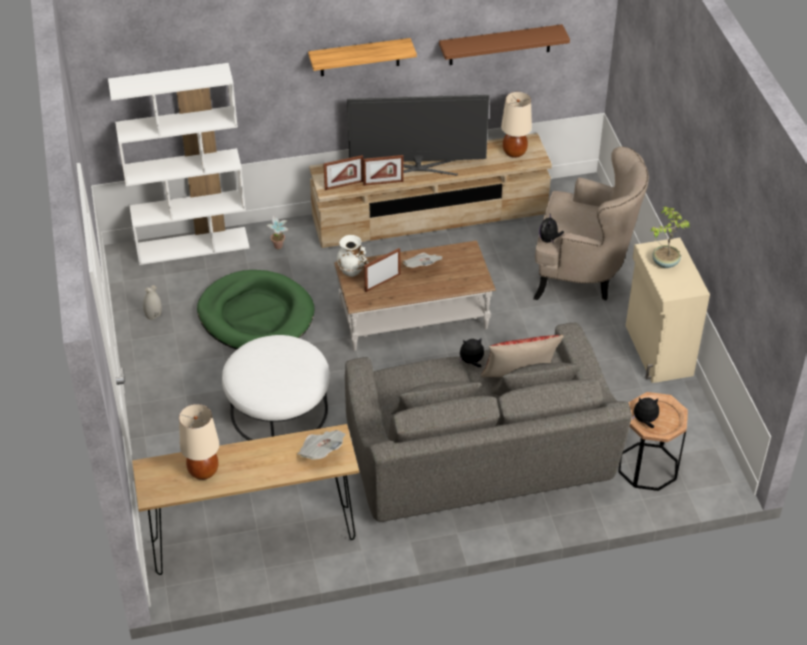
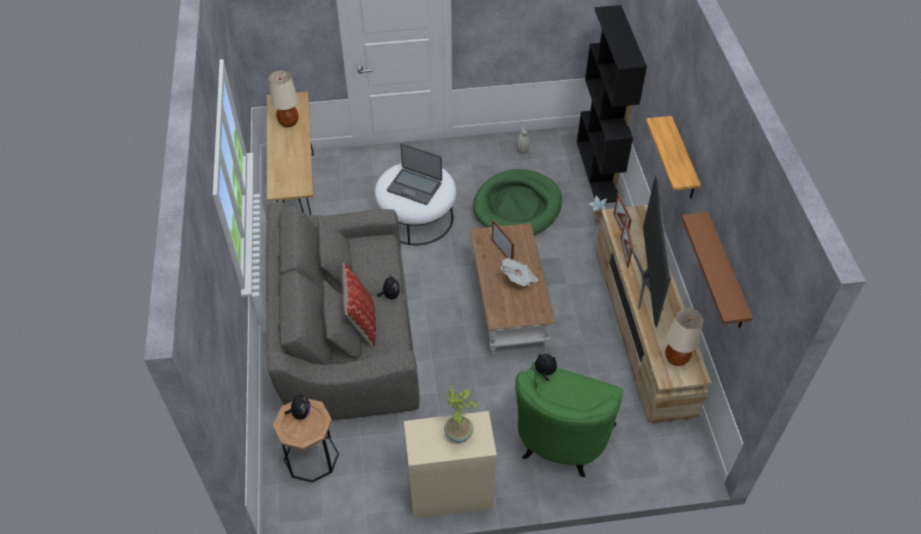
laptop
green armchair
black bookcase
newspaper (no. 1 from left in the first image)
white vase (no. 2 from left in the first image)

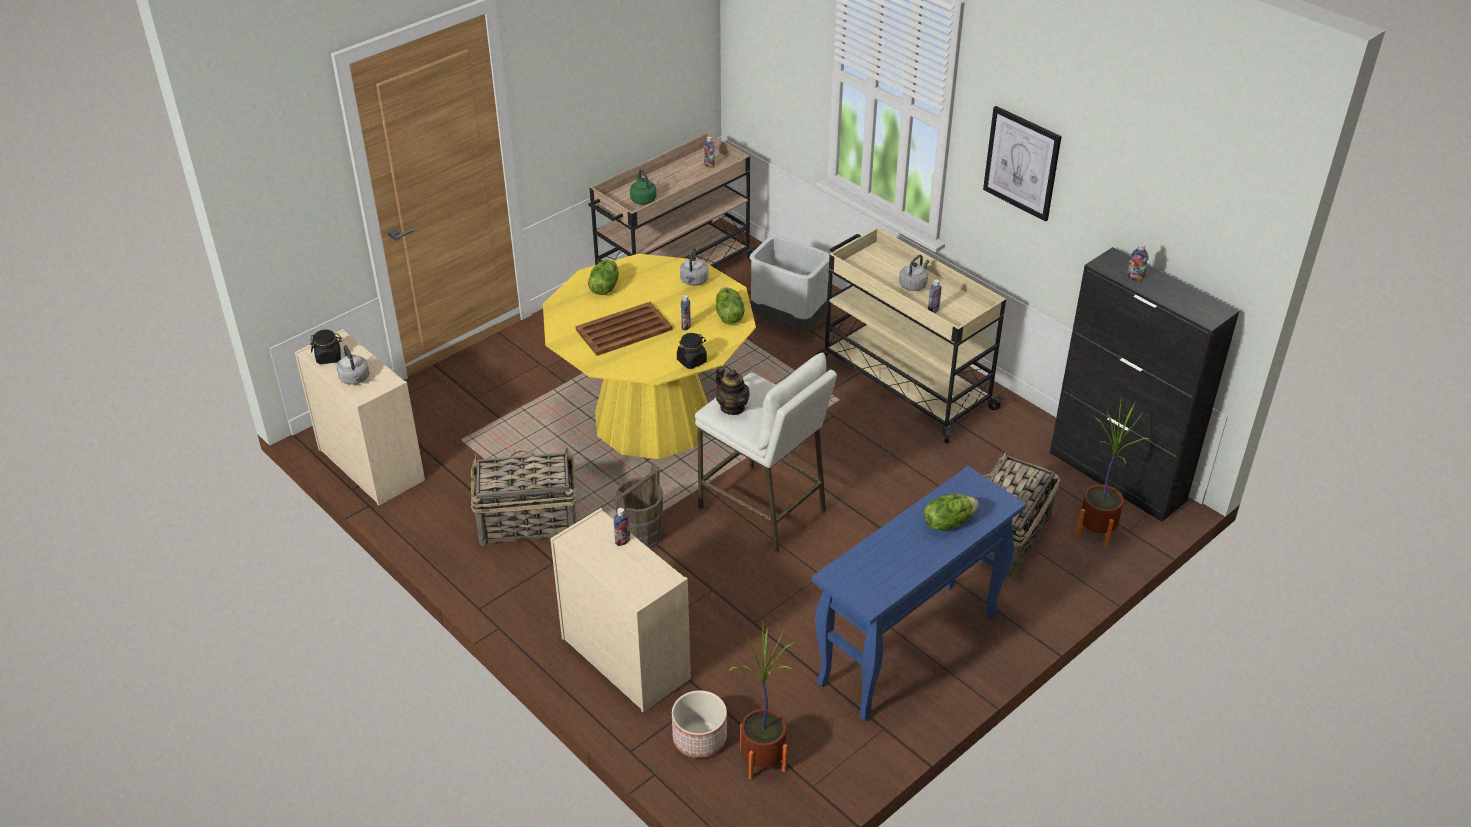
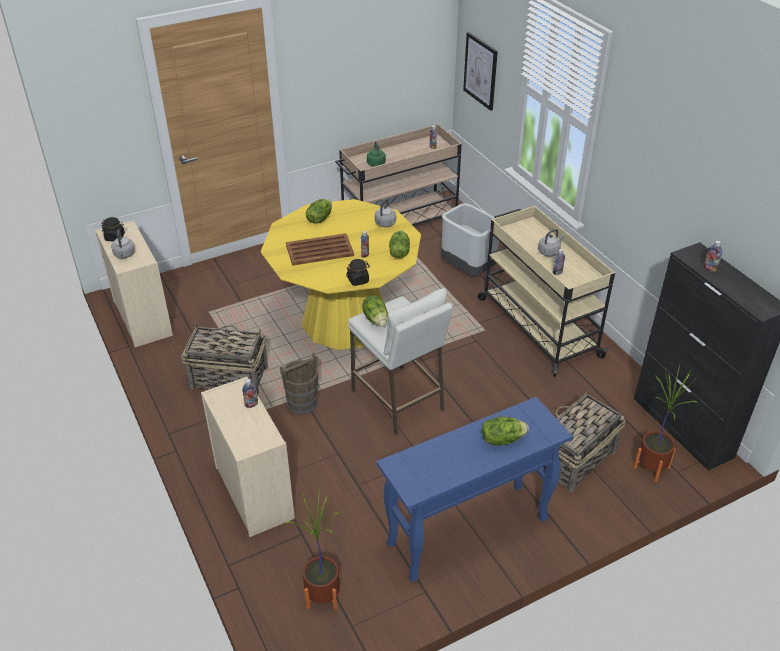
lettuce (no. 2 from left)
picture
planter

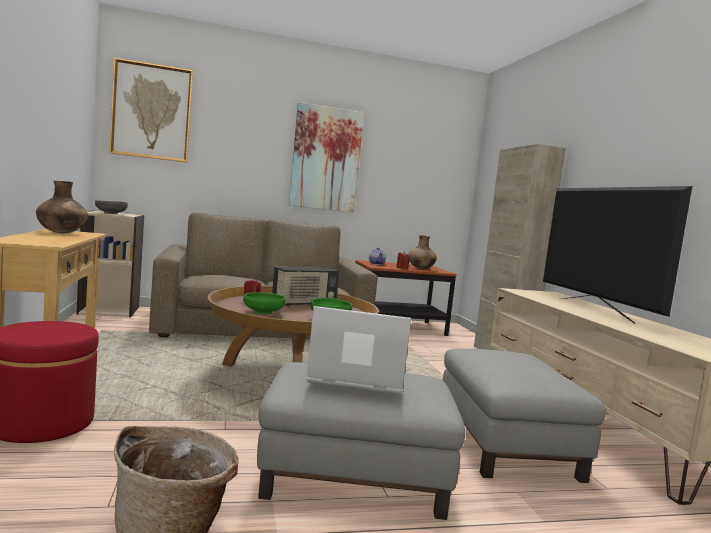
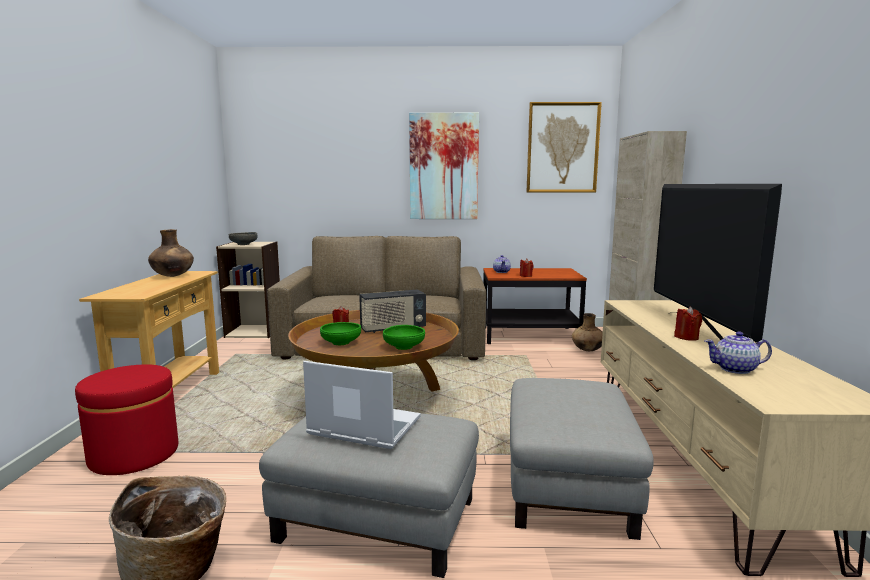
picture (no. 2 from left)
brown vase (no. 2 from left)
red candle (no. 3 from left)
teapot (no. 2 from left)

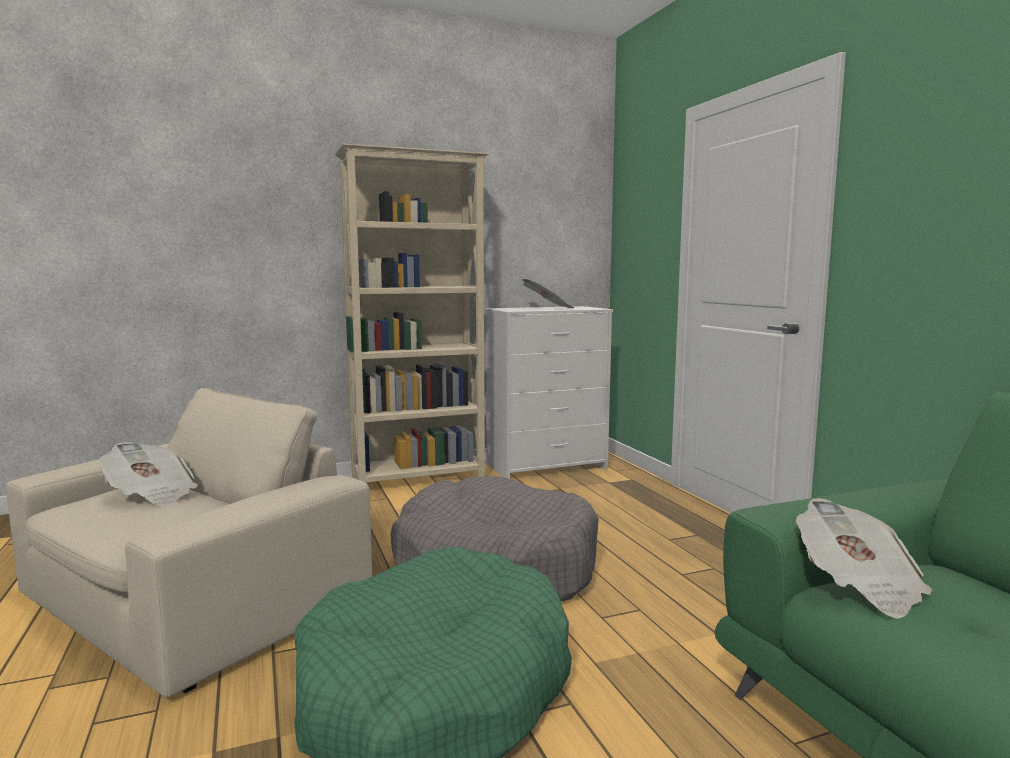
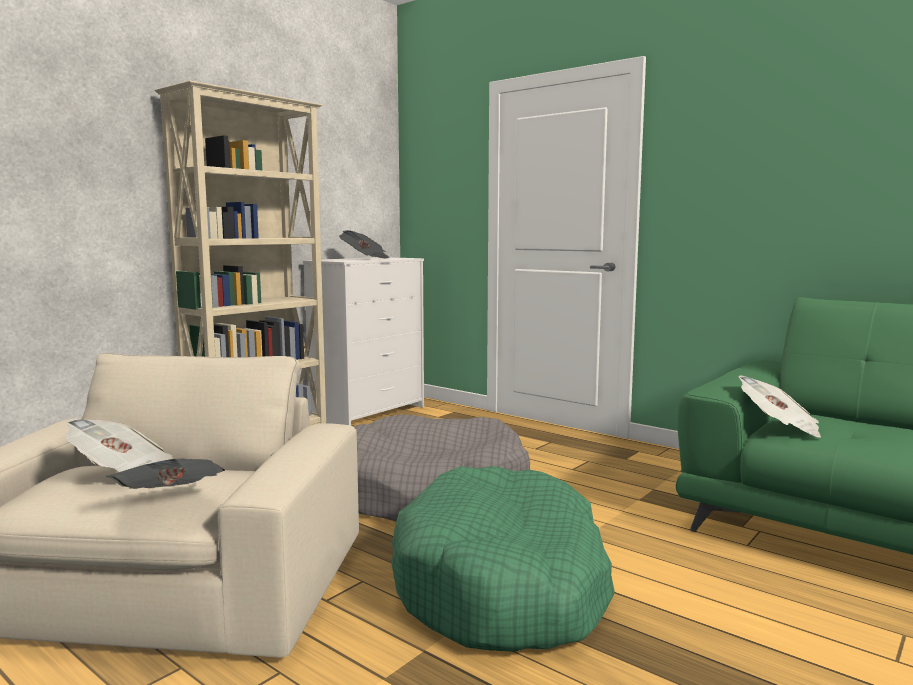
newspaper (no. 2 from left)

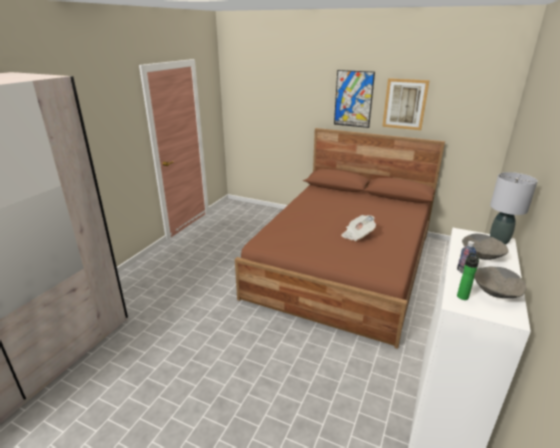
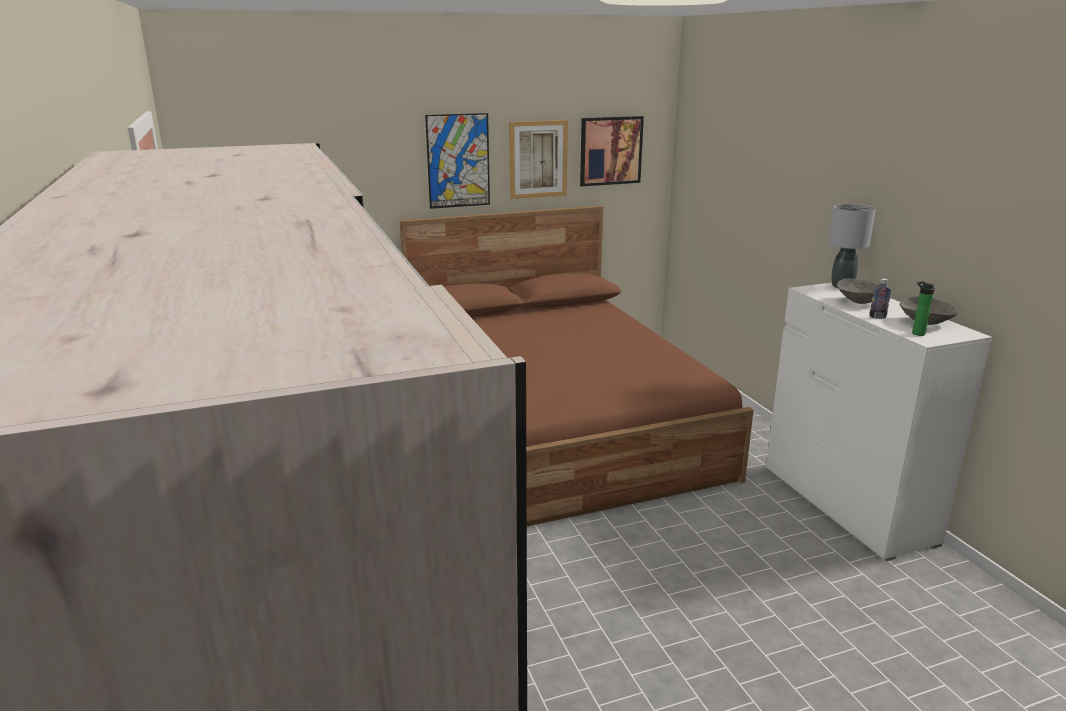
picture (no. 3 from left)
newspaper

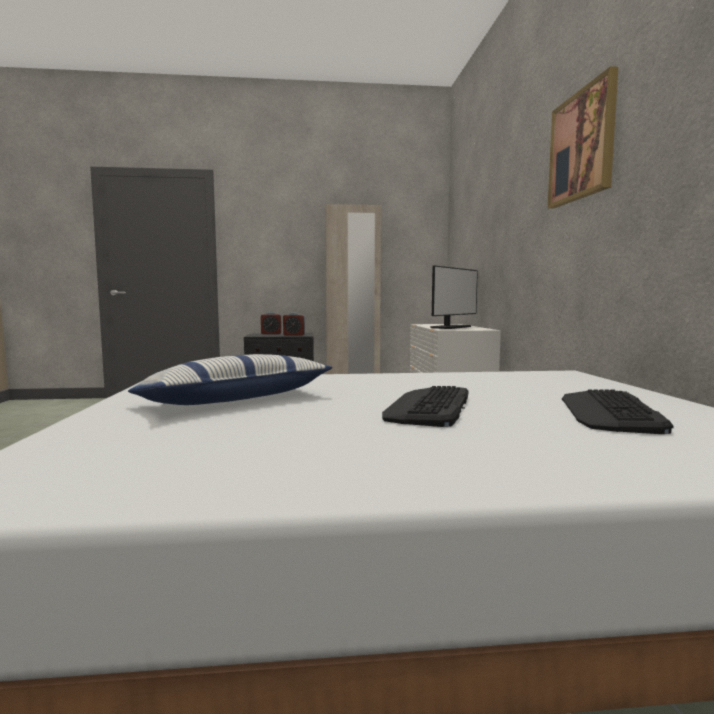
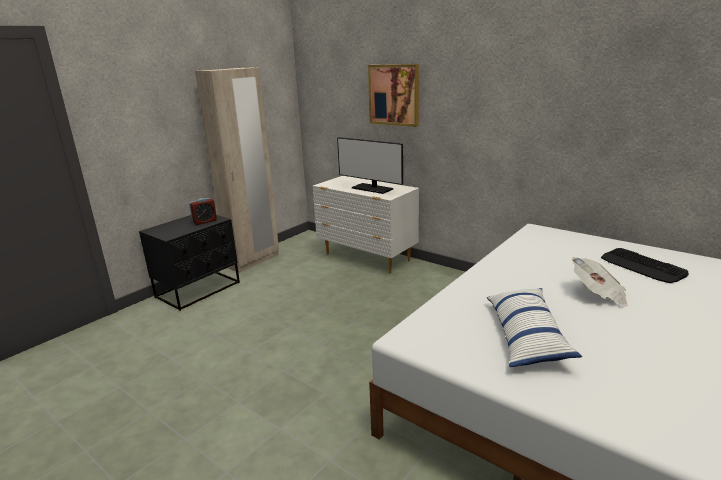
monitor
picture
newspaper
alarm clock (no. 1 from left in the first image)

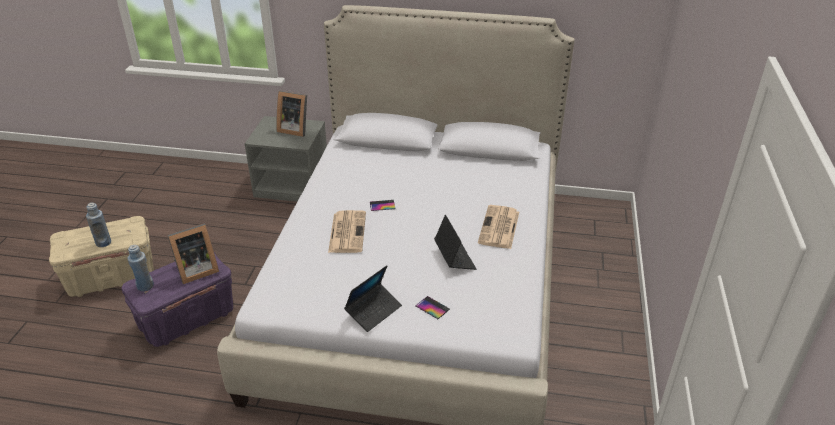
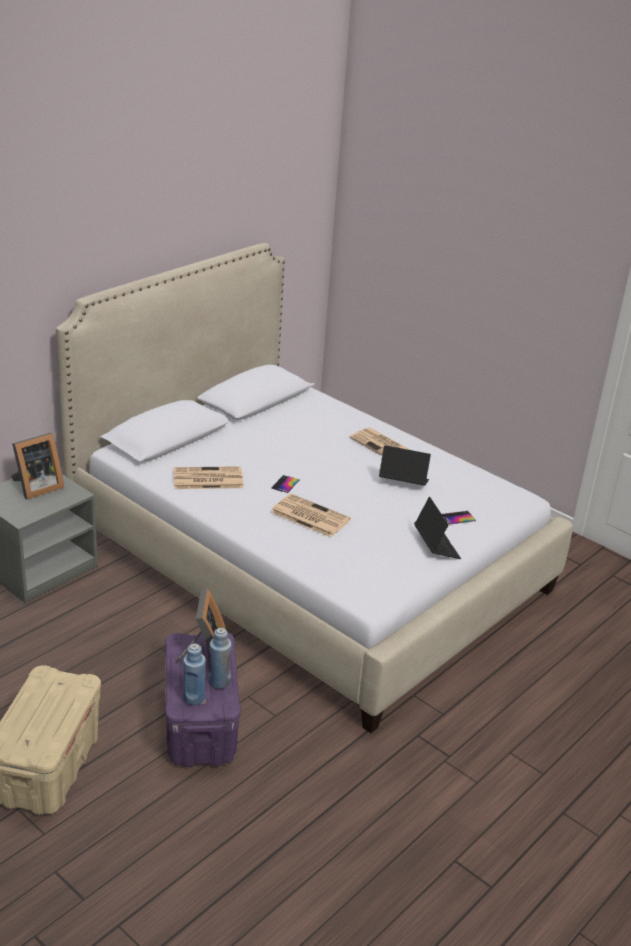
newspaper (no. 1 from left)
blue bottle (no. 2 from left)

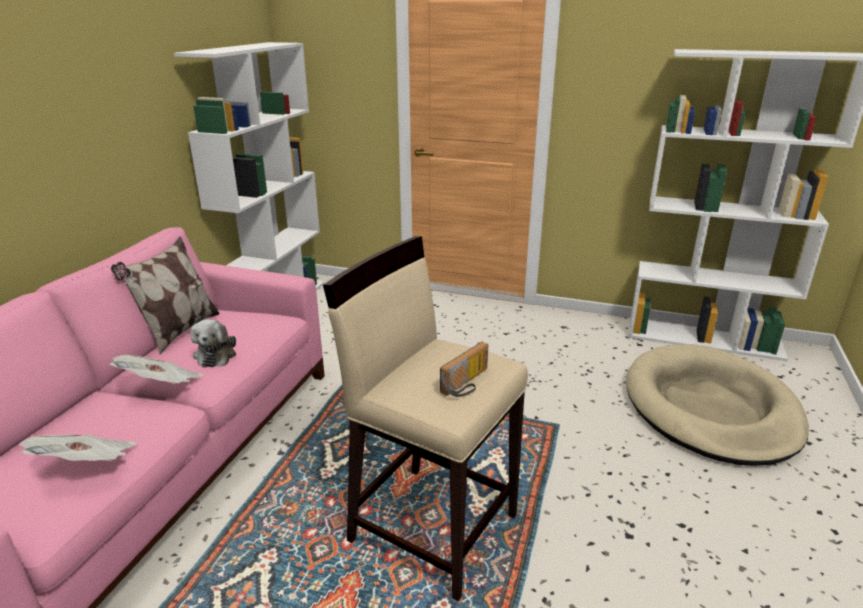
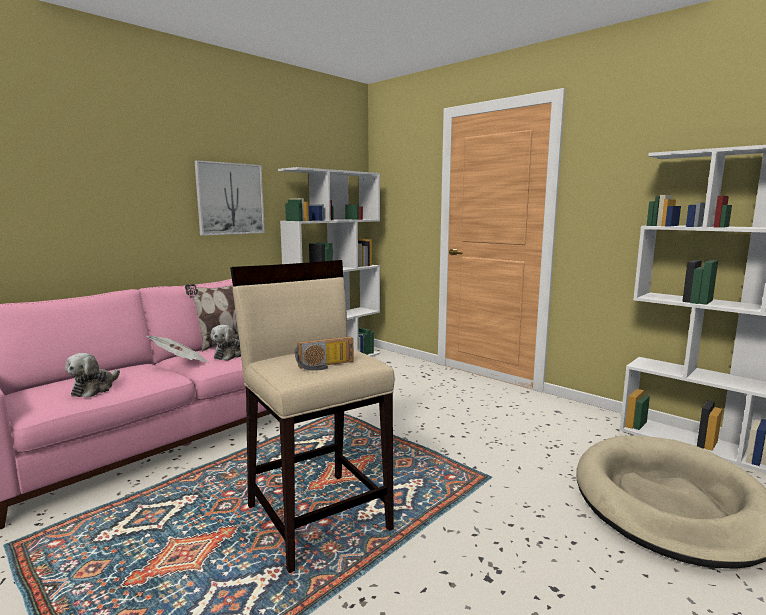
plush toy (no. 1 from left)
picture

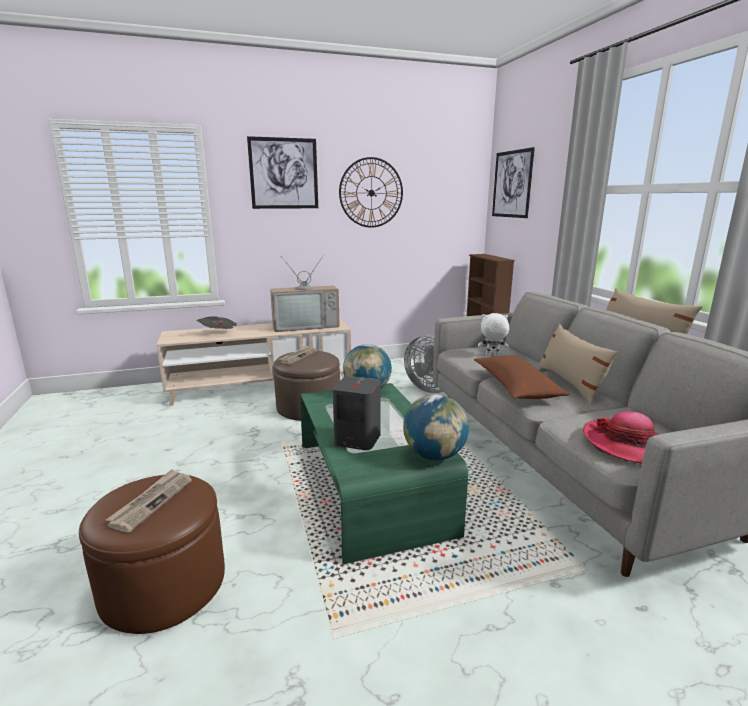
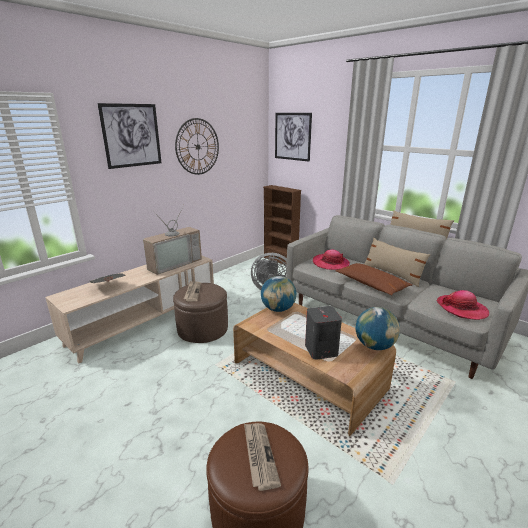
brown coffee table
hat (no. 1 from left)

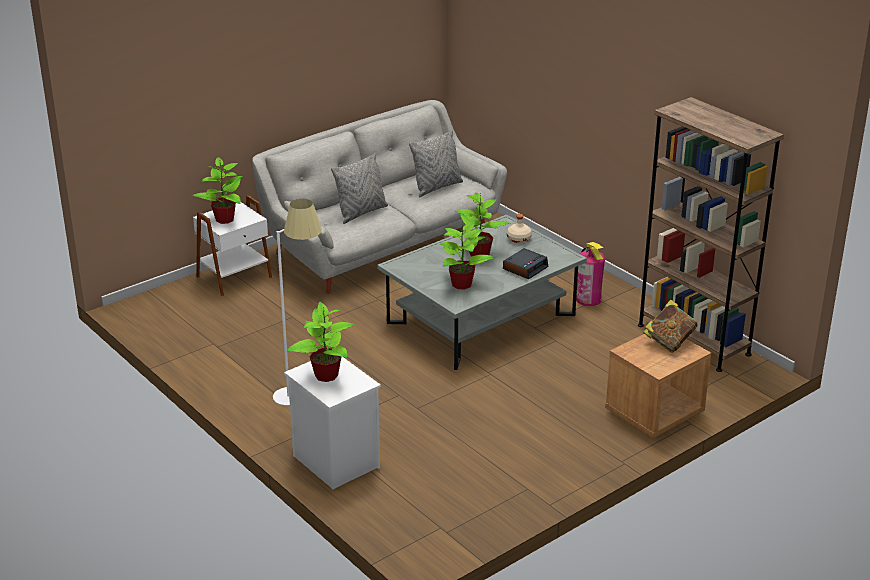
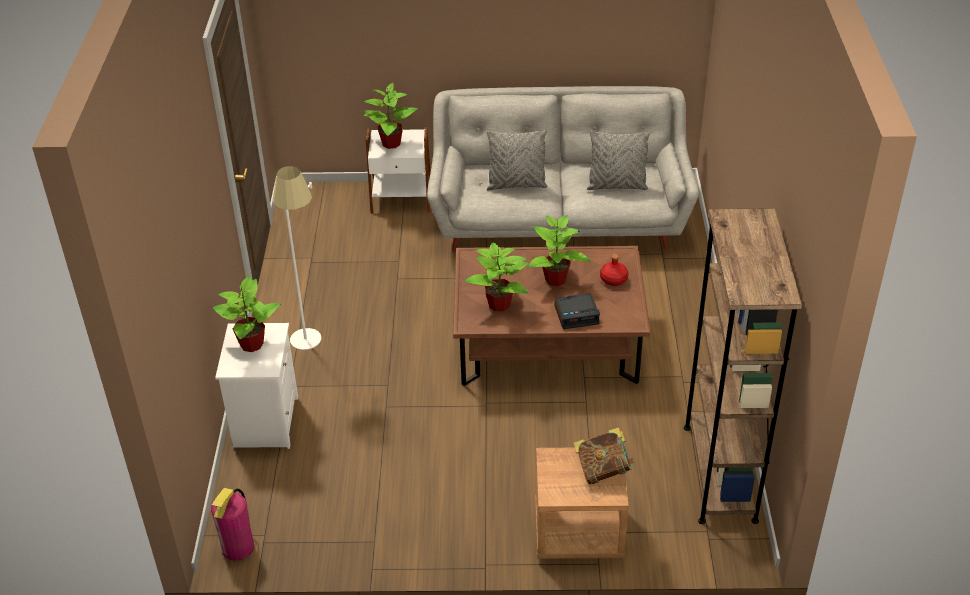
fire extinguisher
brown coffee table
red bottle

